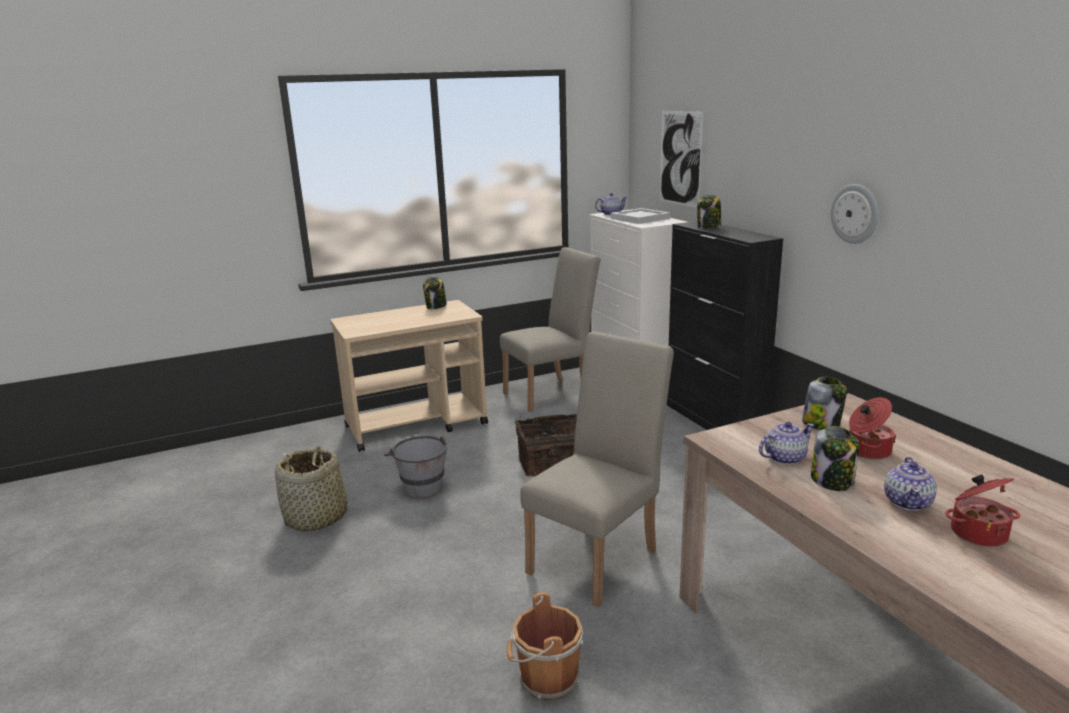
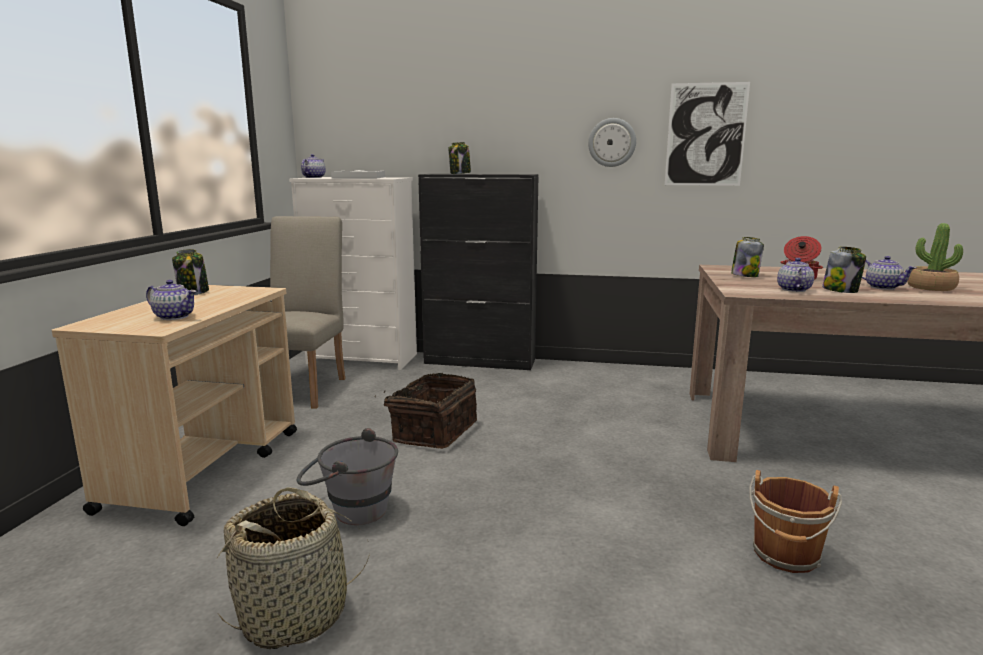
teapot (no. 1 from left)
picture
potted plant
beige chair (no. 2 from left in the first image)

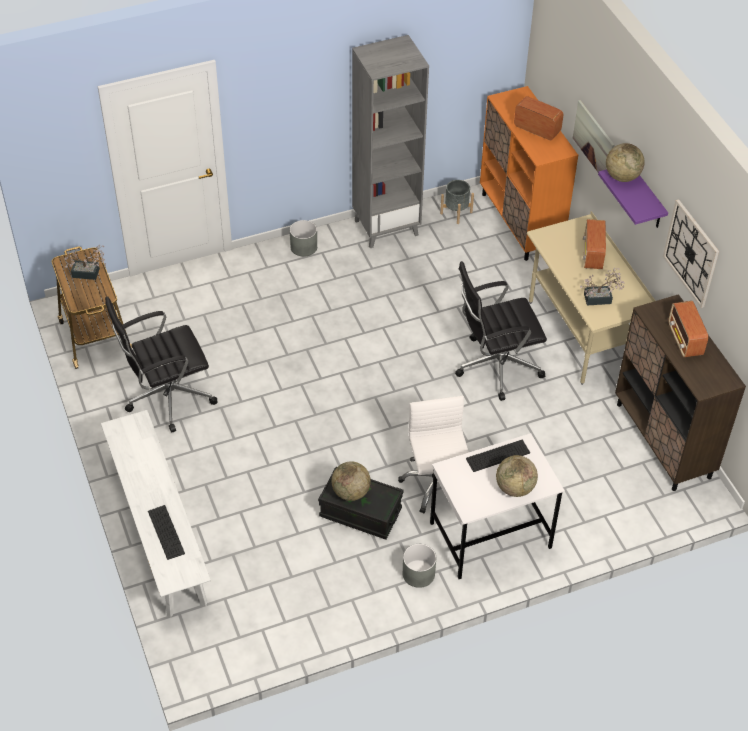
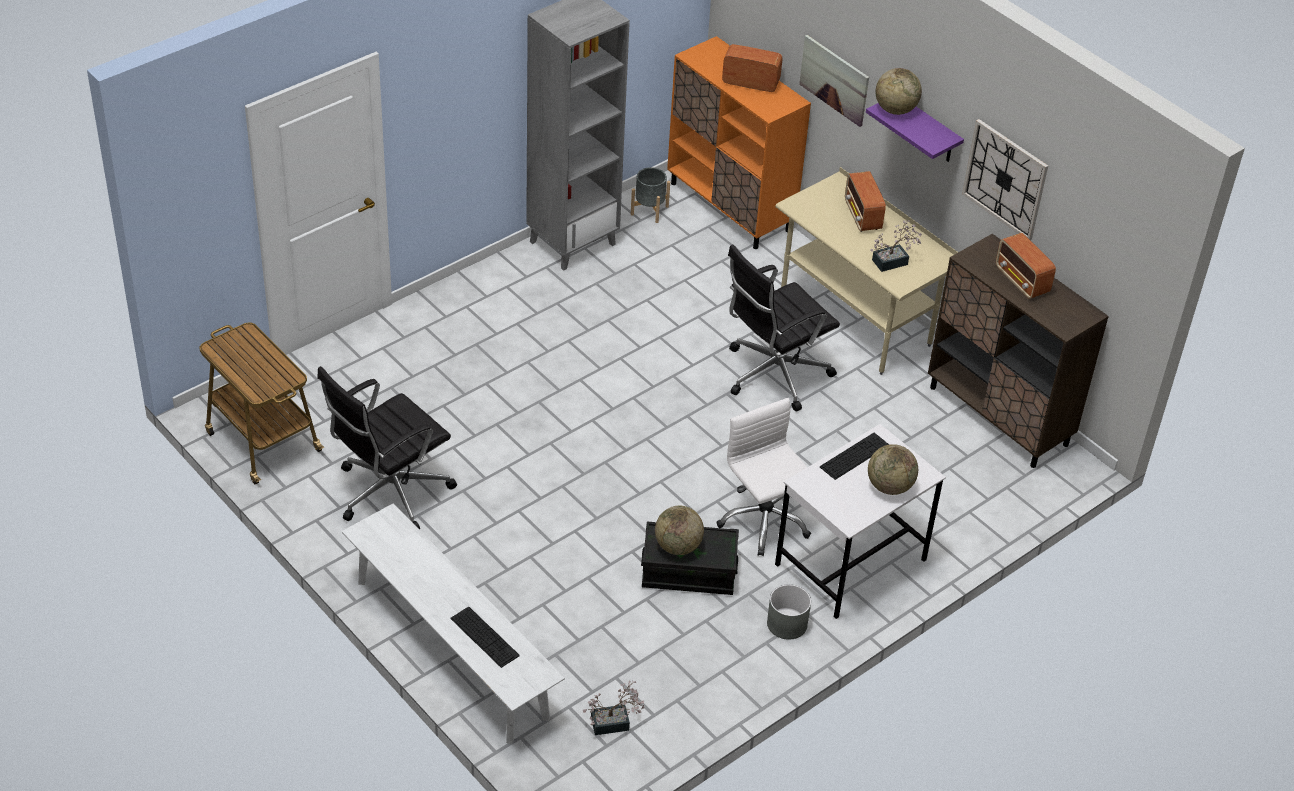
potted plant (no. 1 from left)
grey planter (no. 1 from left in the first image)

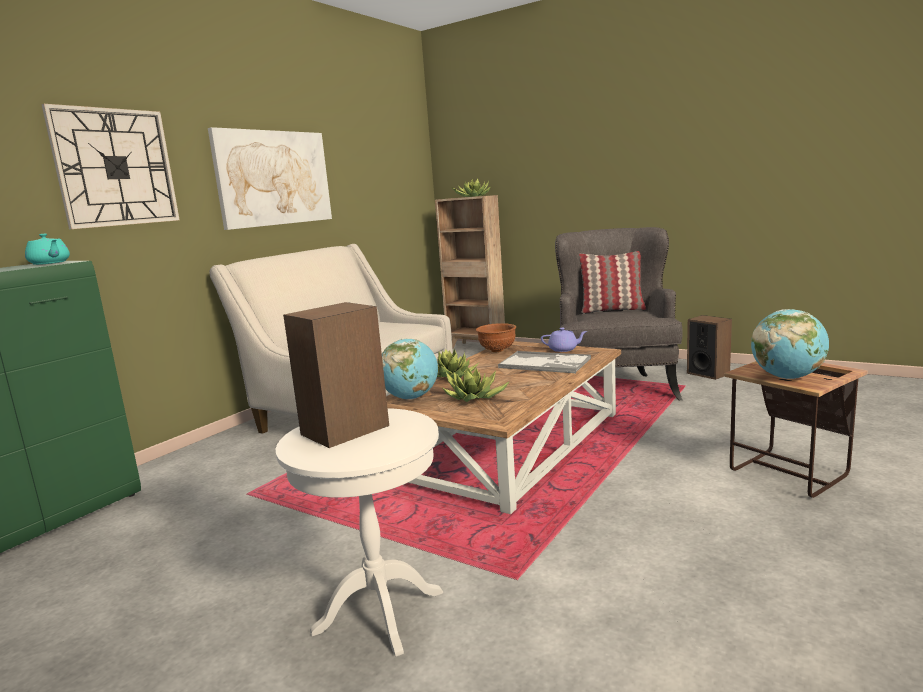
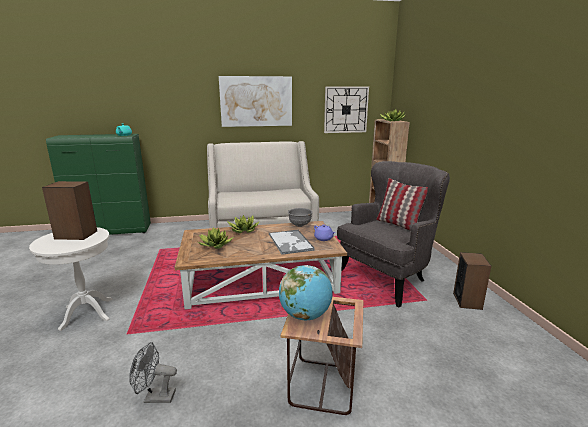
grey fan
grey bowl
wall clock
globe (no. 1 from left in the first image)

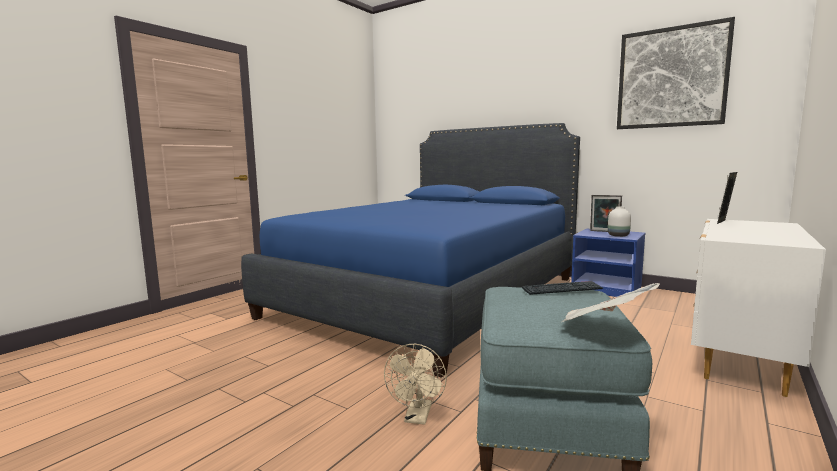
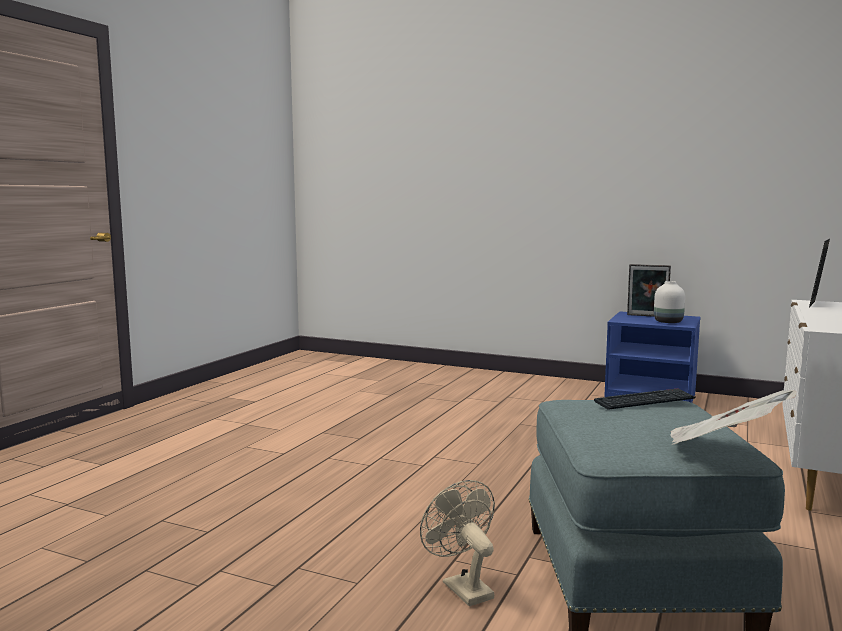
beige fan
blue bed
picture

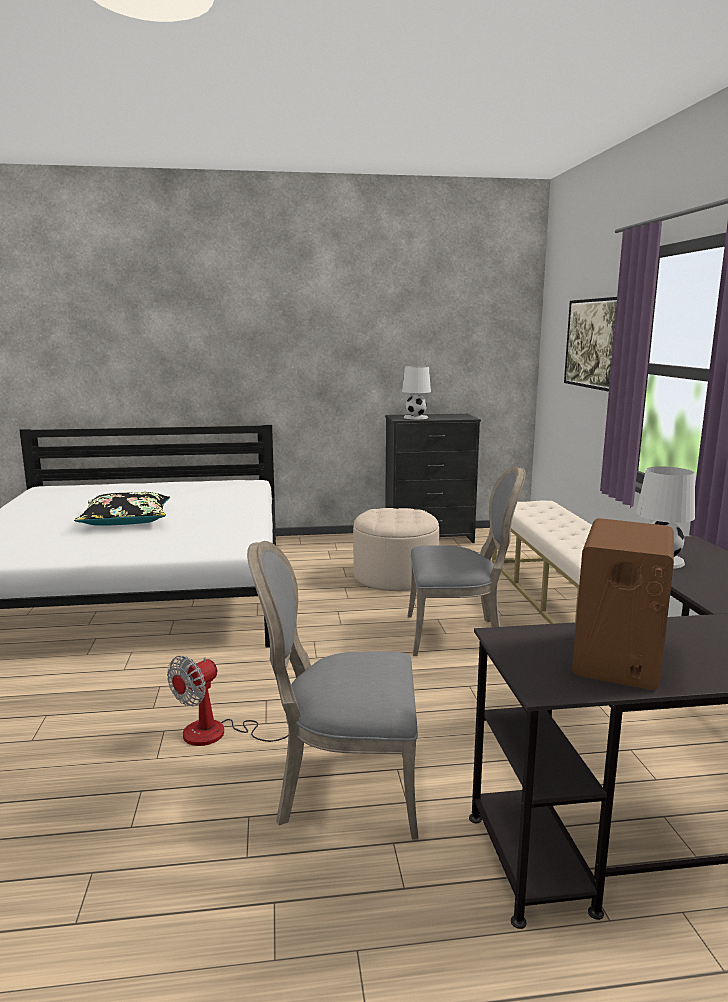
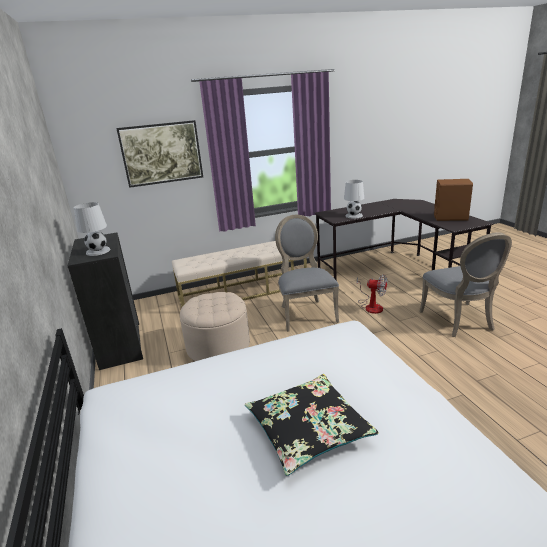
fan

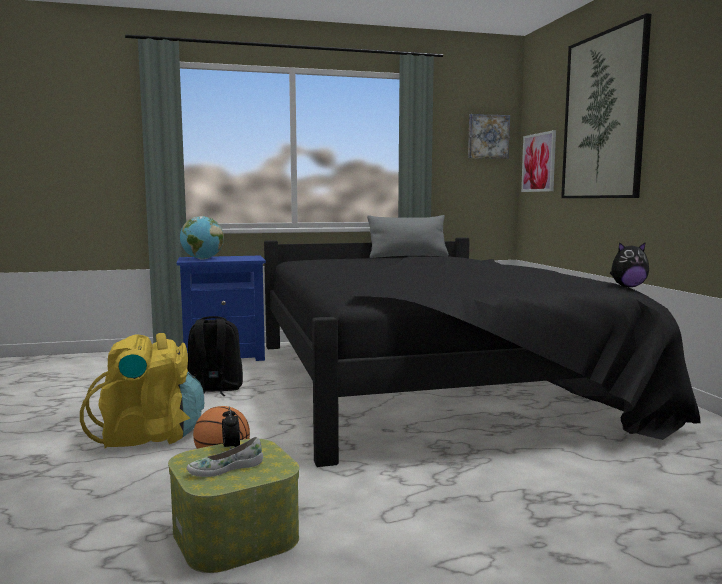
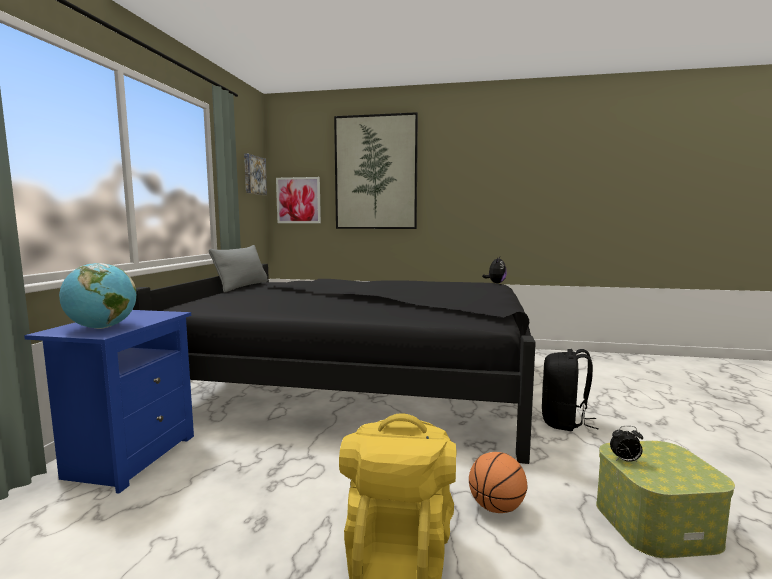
black backpack
white shoe

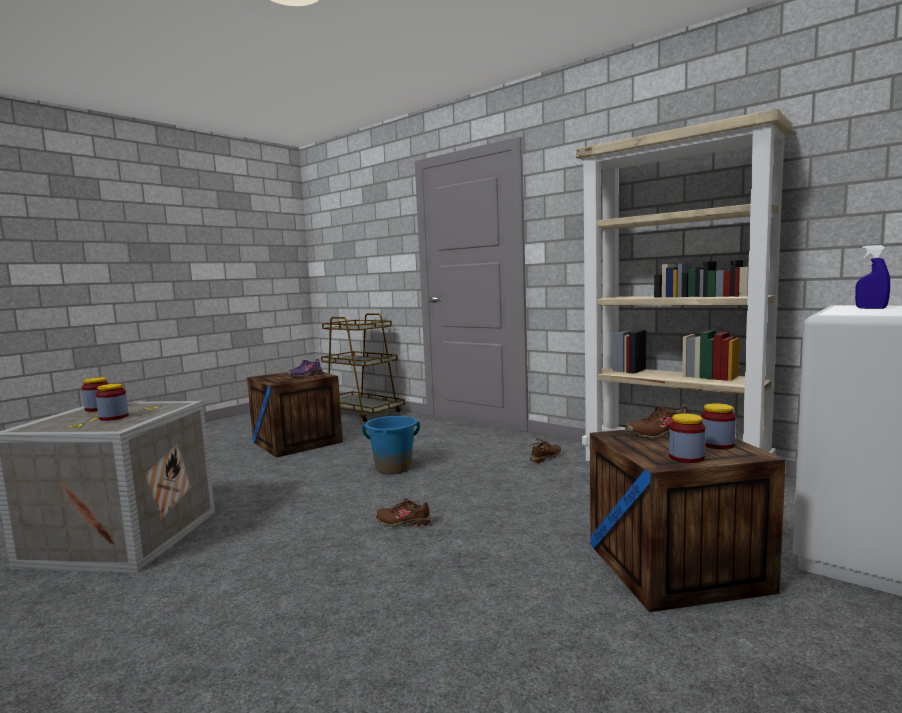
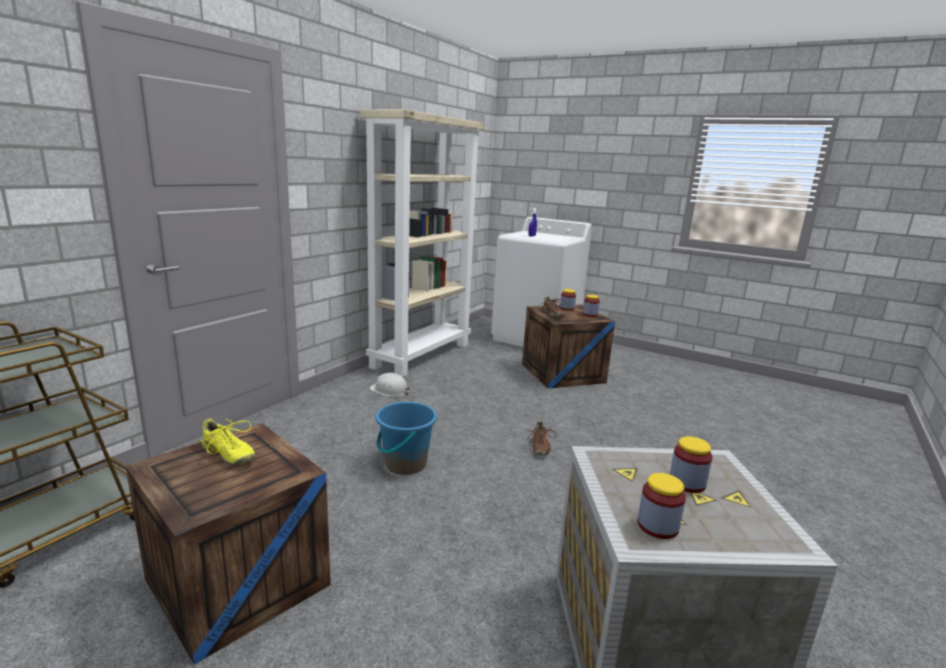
yellow shoe
white hard hat

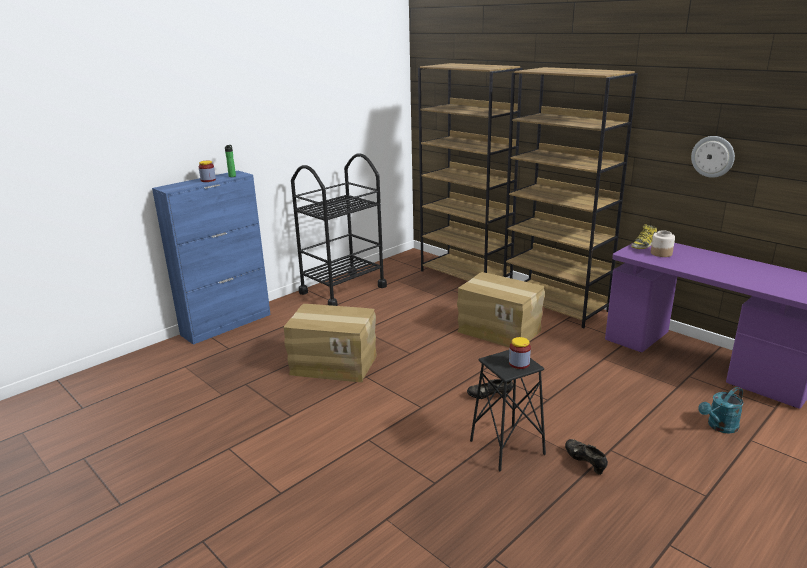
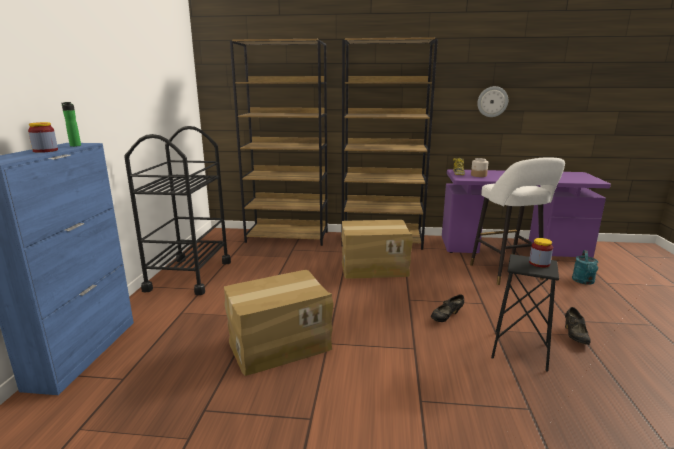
white stool
black shoe (no. 2 from left)

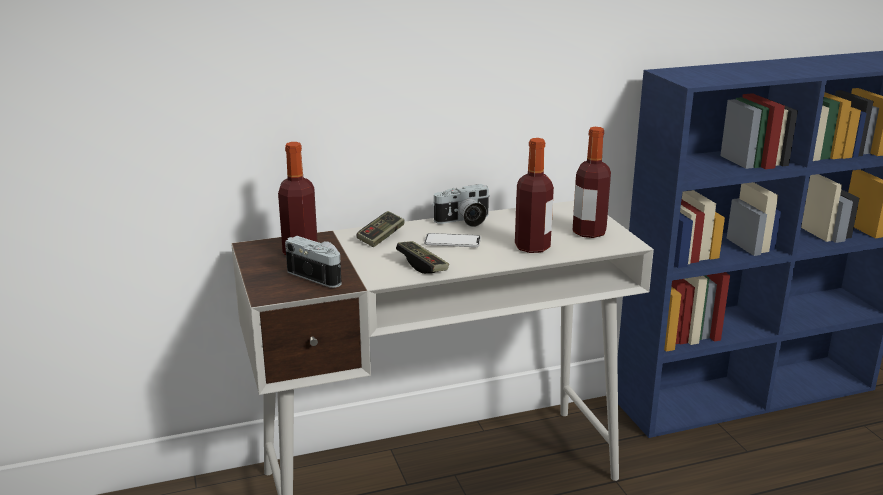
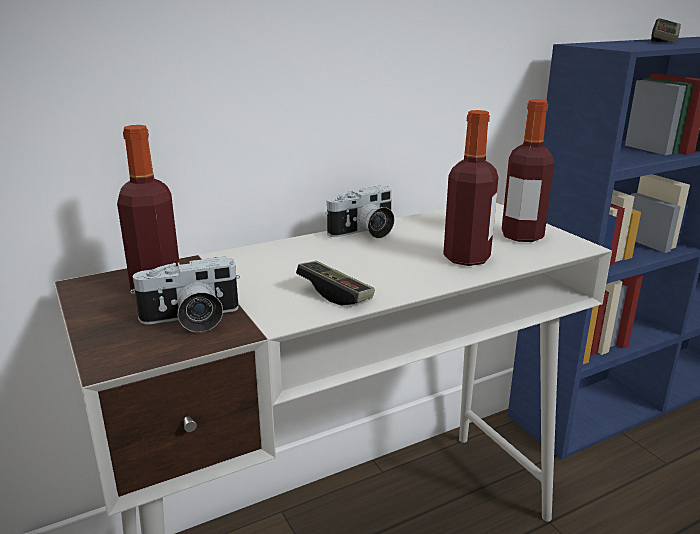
photo camera (no. 1 from left)
game controller (no. 2 from left)
phone

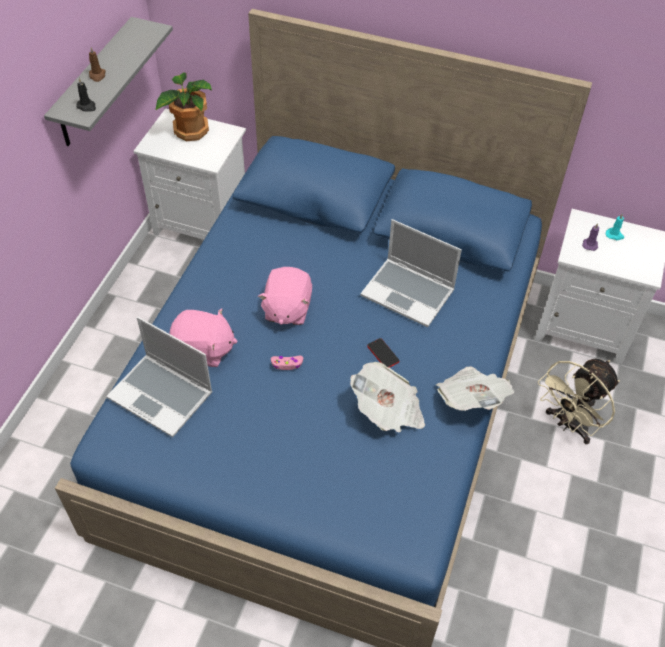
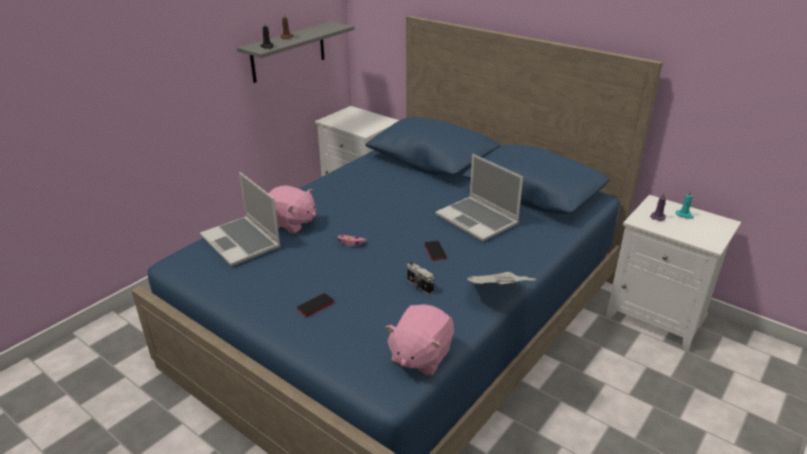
phone (no. 1 from left)
pink plush toy (no. 2 from left)
photo camera
potted plant
beige fan

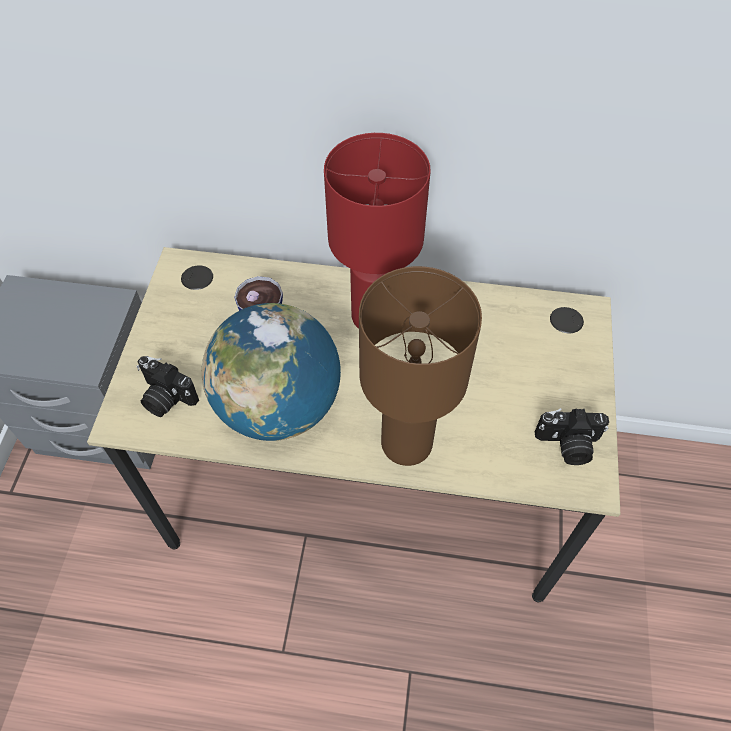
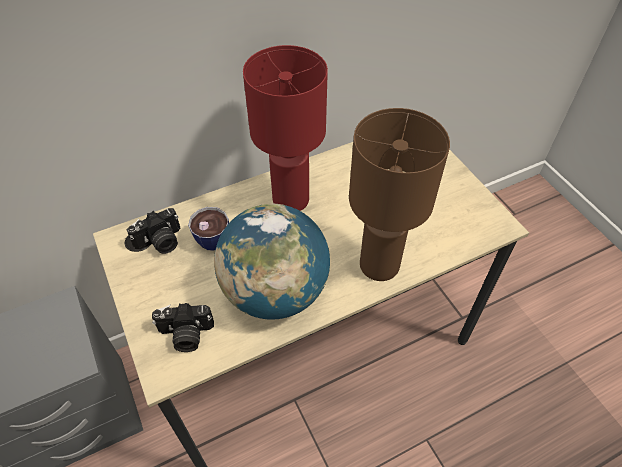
photo camera (no. 1 from left)

